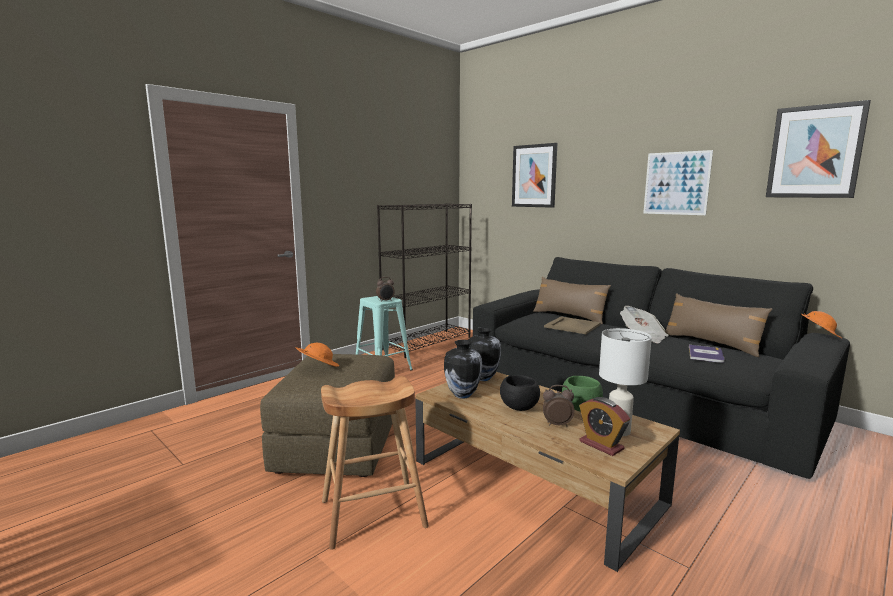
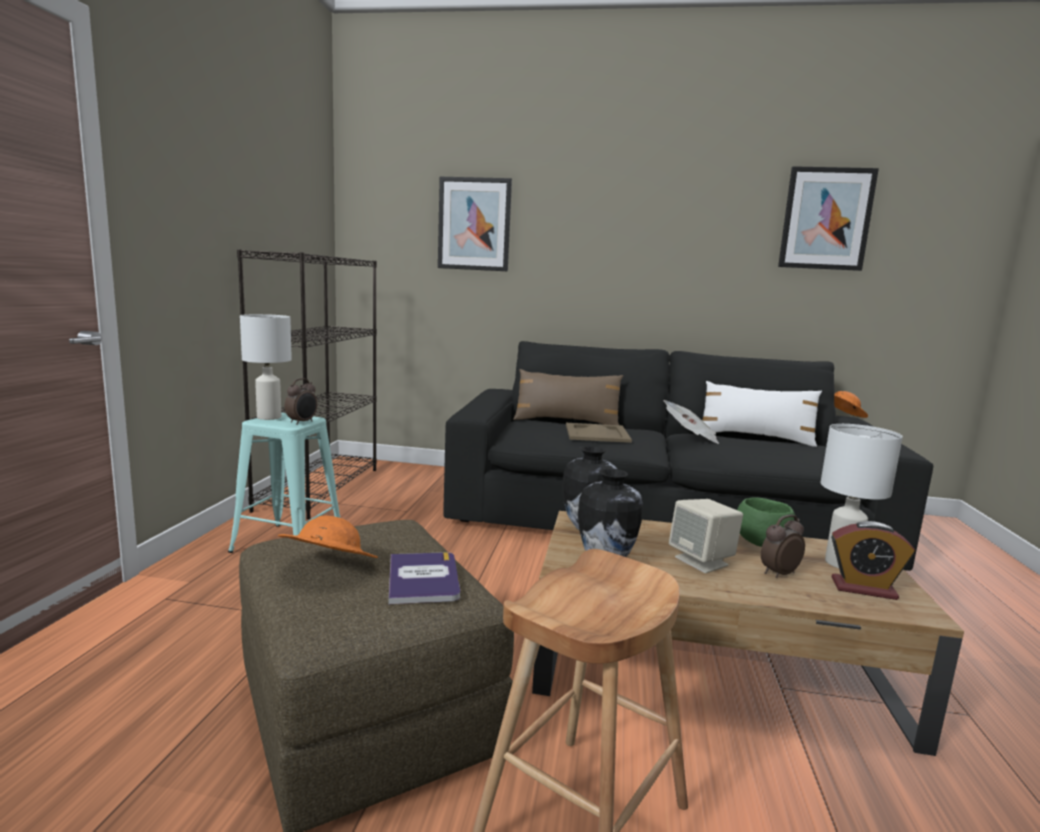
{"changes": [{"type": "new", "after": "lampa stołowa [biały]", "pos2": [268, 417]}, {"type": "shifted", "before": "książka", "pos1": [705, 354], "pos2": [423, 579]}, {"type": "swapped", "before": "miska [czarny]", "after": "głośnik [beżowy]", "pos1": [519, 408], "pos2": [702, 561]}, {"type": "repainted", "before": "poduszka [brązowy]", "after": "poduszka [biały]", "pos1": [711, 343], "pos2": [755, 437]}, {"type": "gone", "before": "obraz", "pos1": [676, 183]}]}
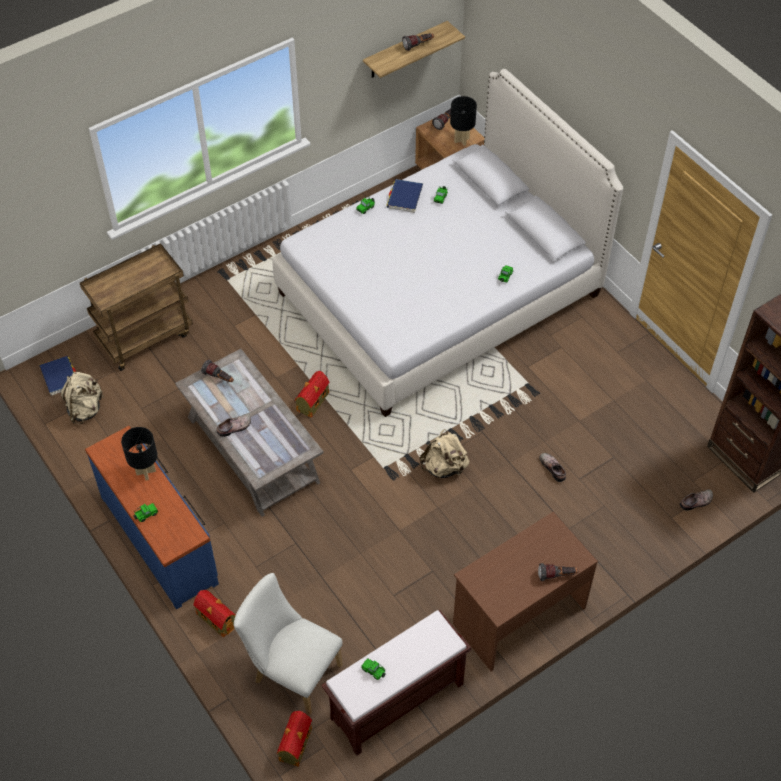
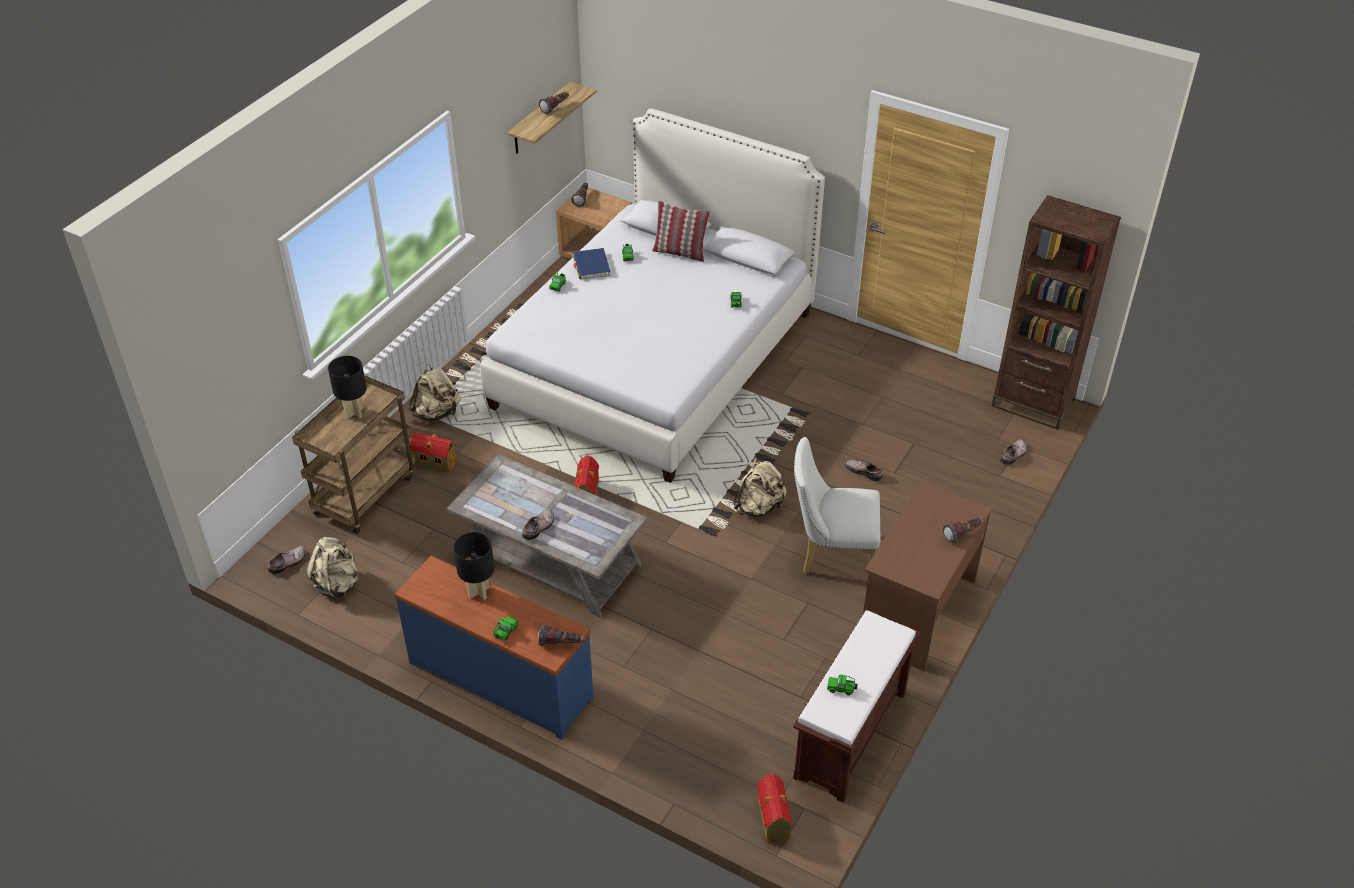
{"changes": [{"type": "swapped", "before": "książka [niebieski]", "after": "but", "pos1": [59, 377], "pos2": [288, 563]}, {"type": "shifted", "before": "lampa stołowa [czarny]", "pos1": [461, 140], "pos2": [354, 413]}, {"type": "new", "after": "plecak [beżowy]", "pos2": [437, 413]}, {"type": "shifted", "before": "domek", "pos1": [216, 618], "pos2": [434, 461]}, {"type": "shifted", "before": "latarka", "pos1": [219, 378], "pos2": [562, 643]}, {"type": "new", "after": "poduszka", "pos2": [680, 252]}, {"type": "shifted", "before": "krzesło [biały]", "pos1": [292, 671], "pos2": [831, 554]}]}
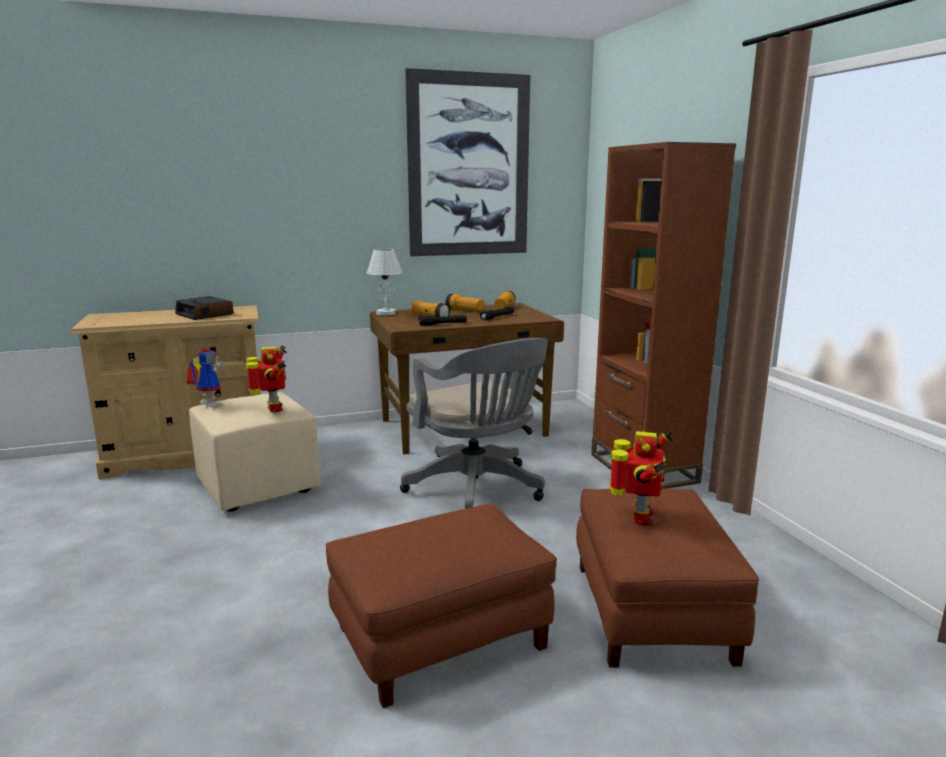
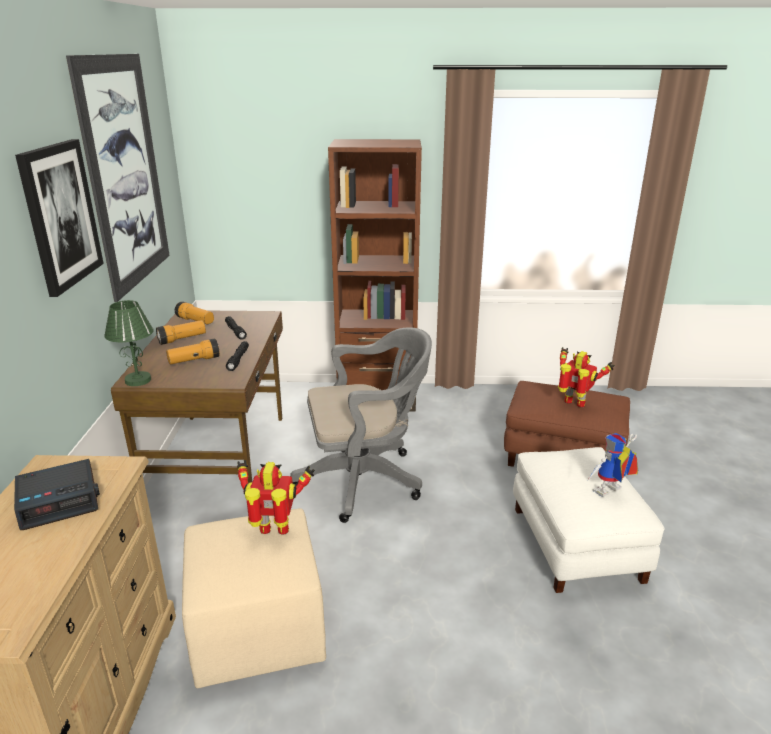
{"changes": [{"type": "new", "after": "obraz", "pos2": [60, 215]}, {"type": "repainted", "before": "lampa stołowa [biały]", "after": "lampa stołowa [zielony]", "pos1": [386, 313], "pos2": [138, 380]}, {"type": "repainted", "before": "pufa [brązowy]", "after": "pufa [biały]", "pos1": [440, 636], "pos2": [575, 543]}, {"type": "shifted", "before": "robot zabawkowy", "pos1": [206, 405], "pos2": [608, 493]}]}
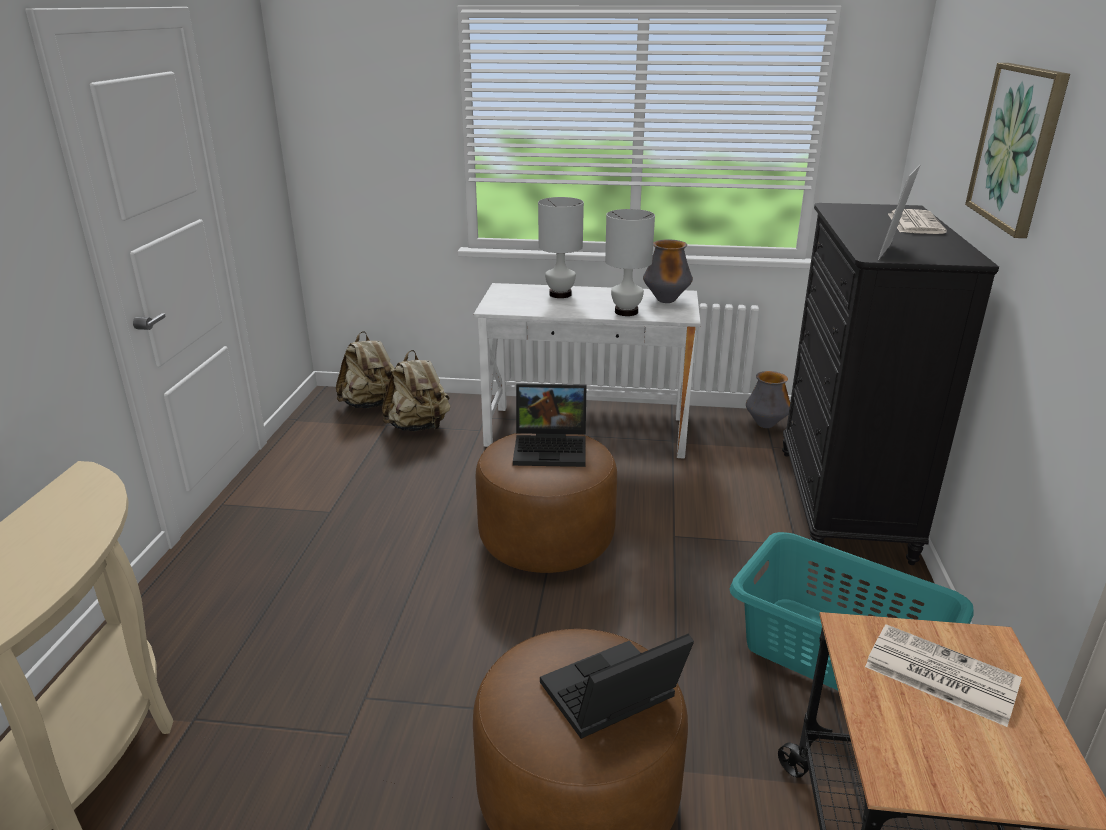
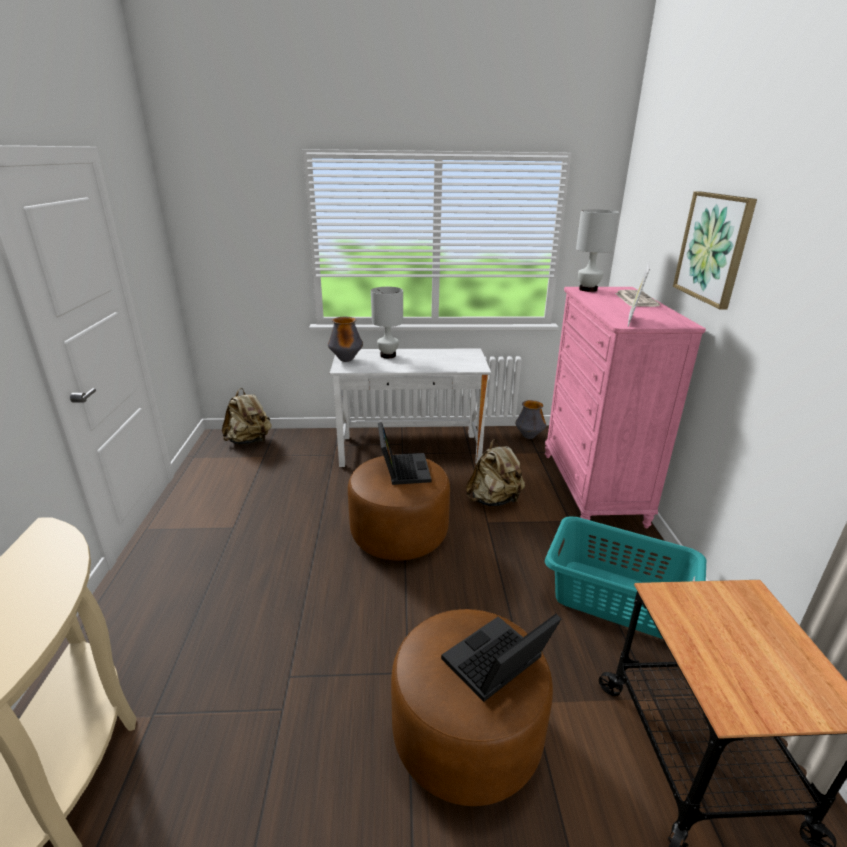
{"changes": [{"type": "shifted", "before": "wazon", "pos1": [666, 301], "pos2": [346, 360]}, {"type": "rotated", "before": "laptop", "pos1": [552, 448], "pos2": [402, 469], "turn": -90}, {"type": "shifted", "before": "plecak [beżowy]", "pos1": [419, 427], "pos2": [494, 500]}, {"type": "repainted", "before": "komoda [czarny]", "after": "komoda [różowy]", "pos1": [843, 504], "pos2": [592, 488]}, {"type": "shifted", "before": "lampa stołowa [biały]", "pos1": [627, 312], "pos2": [588, 289]}, {"type": "gone", "before": "gazeta", "pos1": [939, 674]}]}
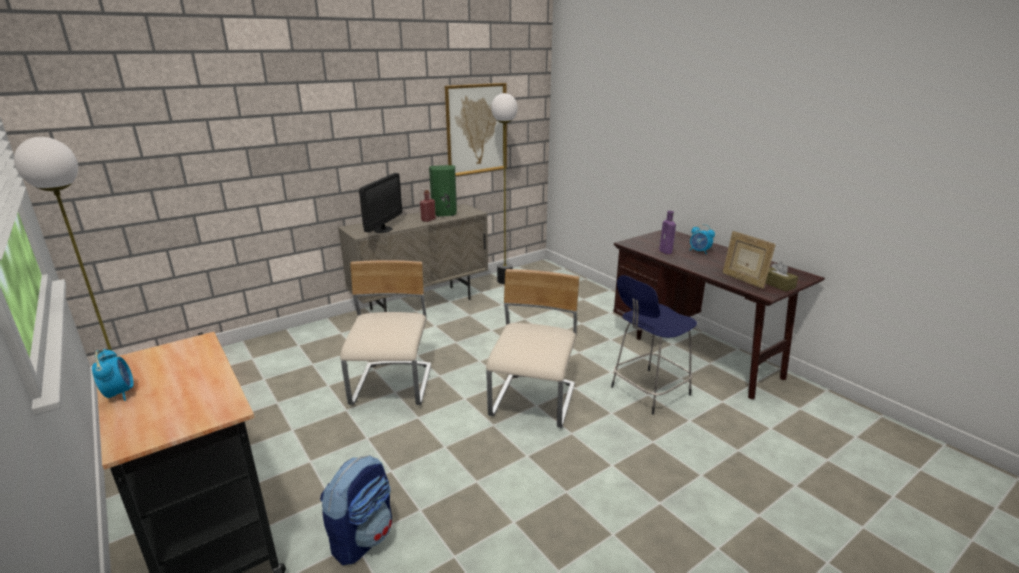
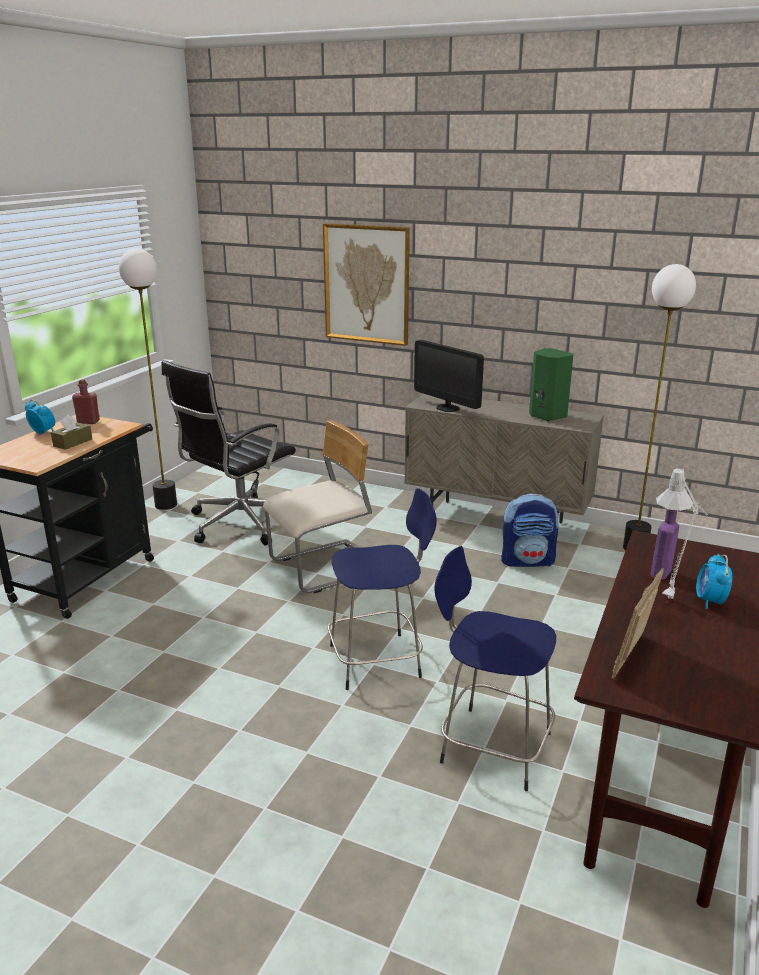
{"changes": [{"type": "rotated", "before": "budzik", "pos1": [119, 394], "pos2": [43, 432], "turn": -90}, {"type": "shifted", "before": "pudełko chusteczek [brązowy]", "pos1": [777, 284], "pos2": [73, 442]}, {"type": "shifted", "before": "butelka [czerwony]", "pos1": [428, 219], "pos2": [88, 422]}, {"type": "new", "after": "krzesło biurowe [czarny]", "pos2": [239, 524]}, {"type": "shifted", "before": "obraz", "pos1": [476, 129], "pos2": [367, 284]}, {"type": "swapped", "before": "krzesło [beżowy]", "after": "stołek [niebieski]", "pos1": [534, 402], "pos2": [378, 660]}, {"type": "rotated", "before": "monitor", "pos1": [383, 230], "pos2": [447, 408], "turn": 60}, {"type": "shifted", "before": "plecak", "pos1": [363, 537], "pos2": [527, 561]}, {"type": "new", "after": "lampa stołowa [szary]", "pos2": [673, 596]}]}
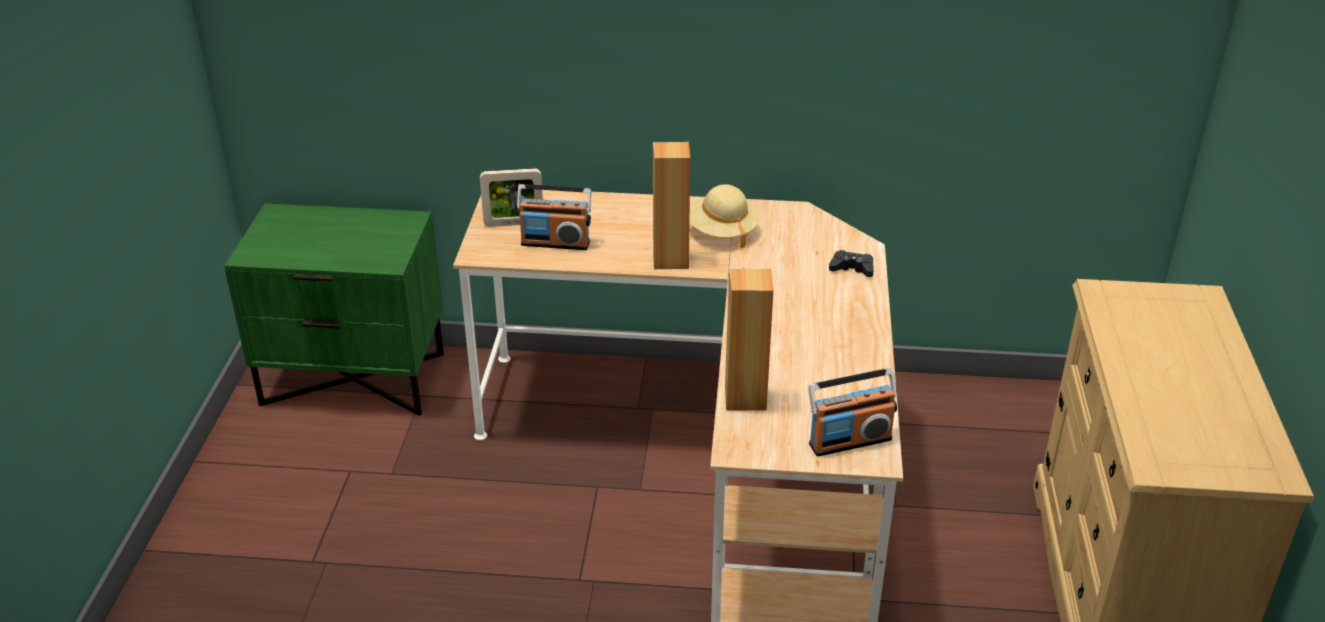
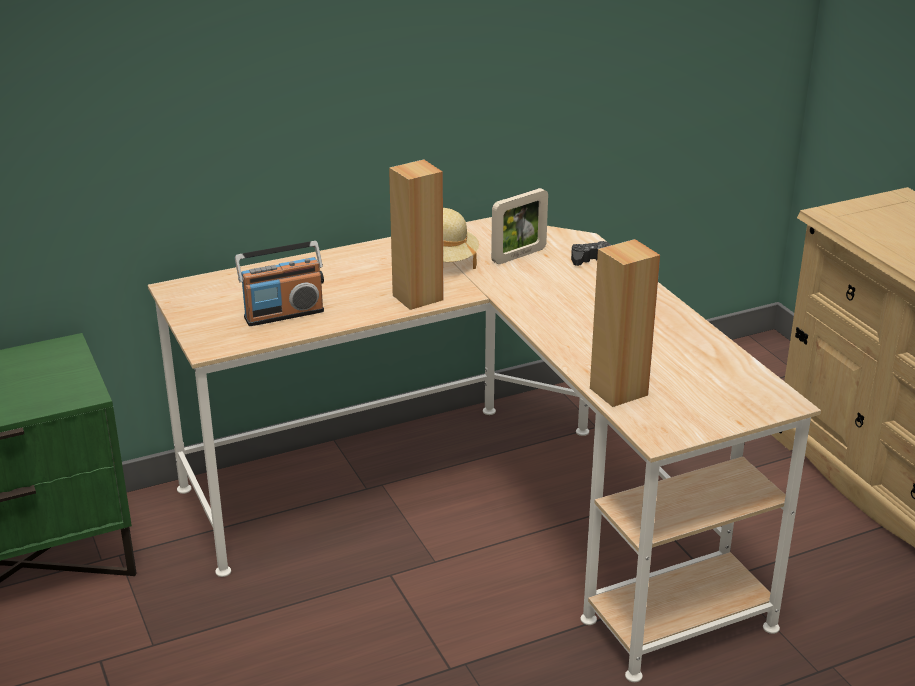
{"changes": [{"type": "shifted", "before": "ramka na zdjęcie", "pos1": [514, 223], "pos2": [519, 255]}, {"type": "gone", "before": "radio", "pos1": [849, 441]}]}
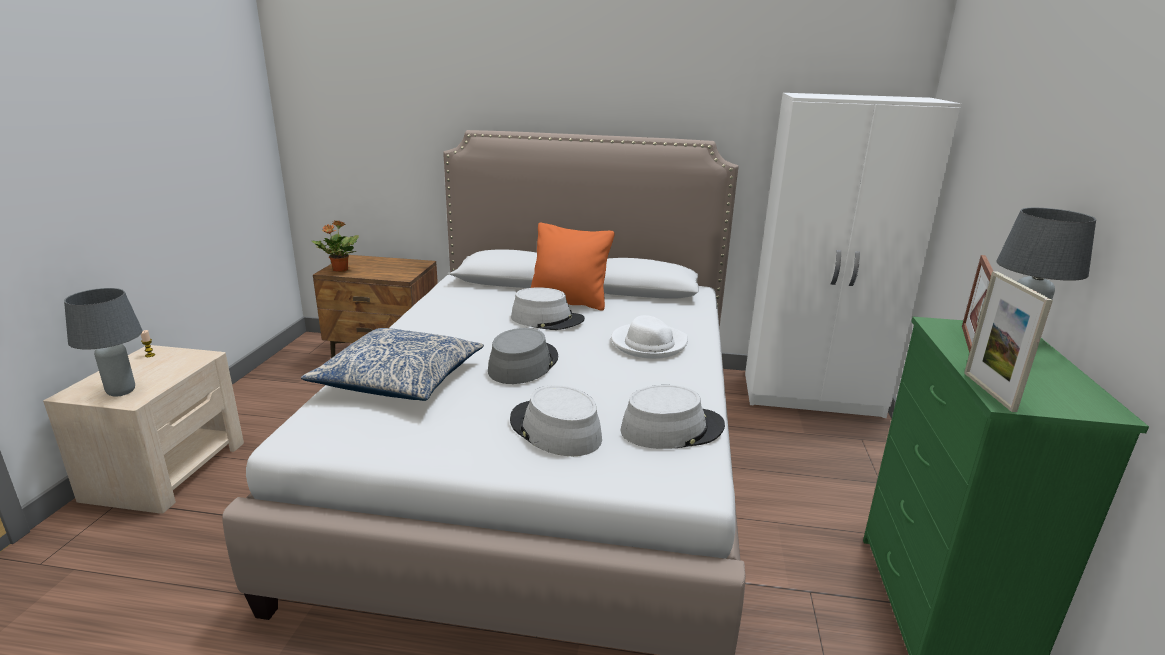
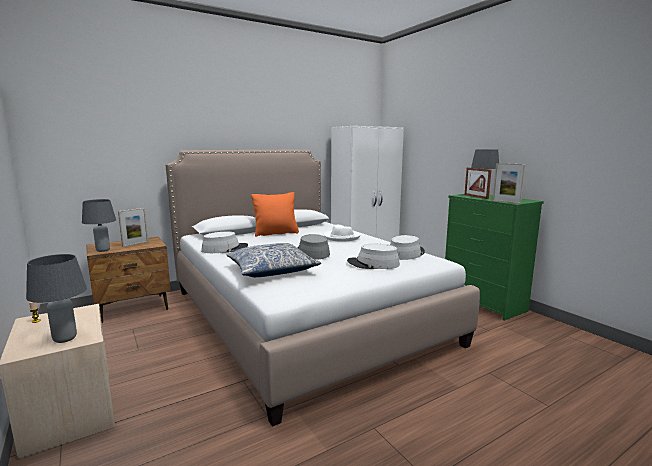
{"changes": [{"type": "swapped", "before": "roślina doniczkowa", "after": "lampa stołowa [szary]", "pos1": [340, 270], "pos2": [102, 250]}, {"type": "new", "after": "ramka na zdjęcie", "pos2": [135, 244]}, {"type": "shifted", "before": "kapelusz [szary]", "pos1": [547, 319], "pos2": [225, 249]}]}
